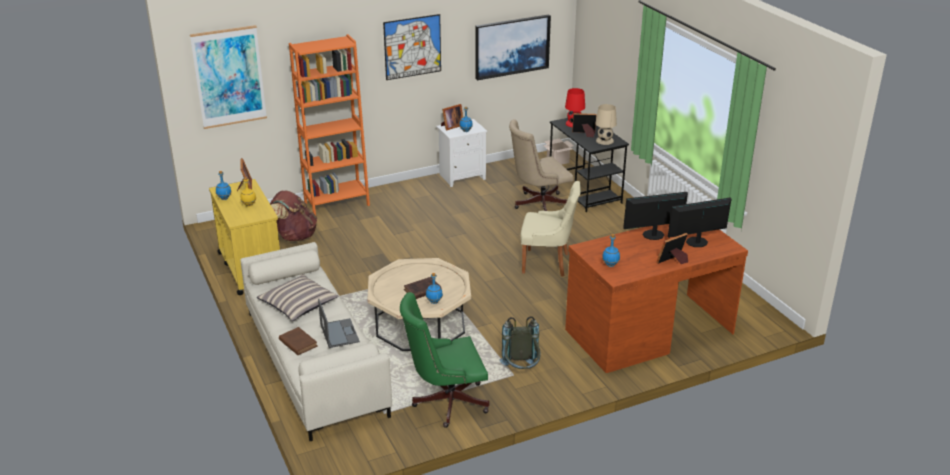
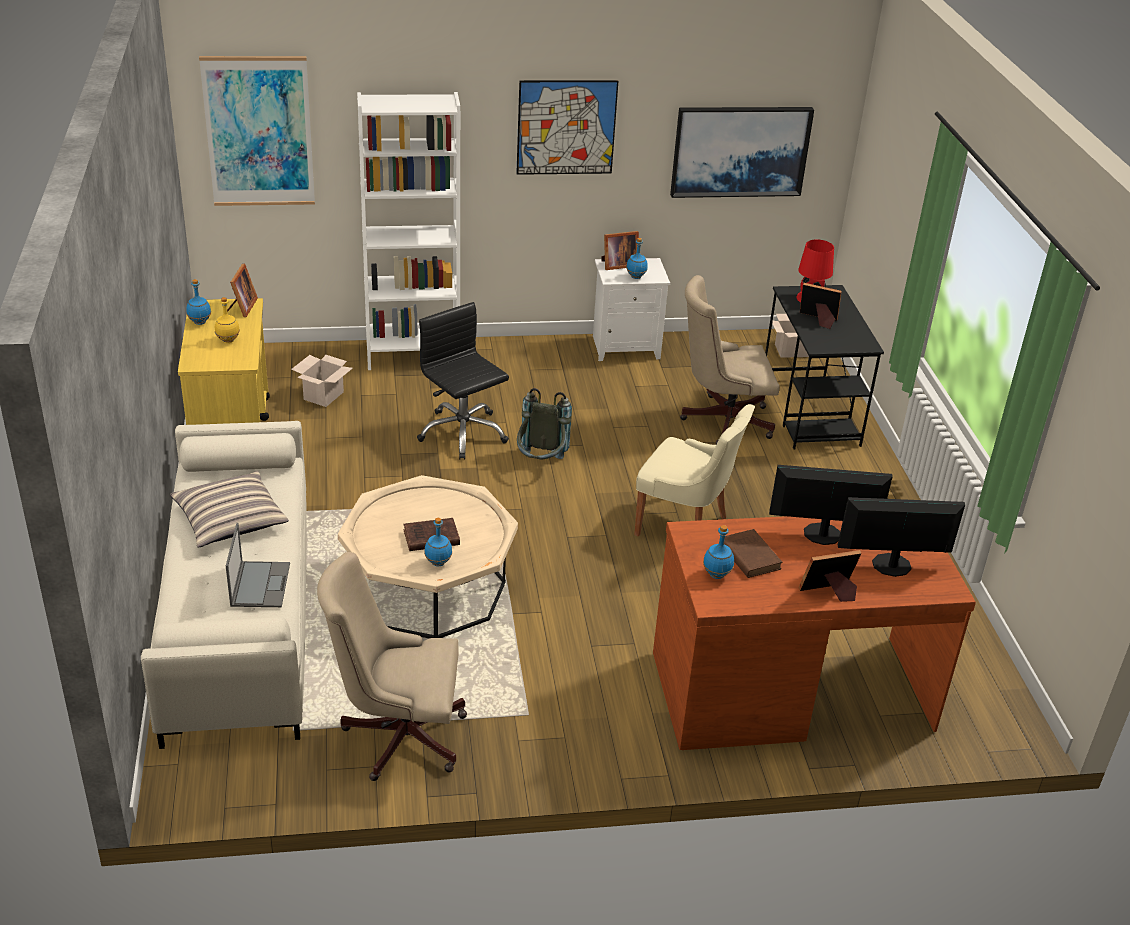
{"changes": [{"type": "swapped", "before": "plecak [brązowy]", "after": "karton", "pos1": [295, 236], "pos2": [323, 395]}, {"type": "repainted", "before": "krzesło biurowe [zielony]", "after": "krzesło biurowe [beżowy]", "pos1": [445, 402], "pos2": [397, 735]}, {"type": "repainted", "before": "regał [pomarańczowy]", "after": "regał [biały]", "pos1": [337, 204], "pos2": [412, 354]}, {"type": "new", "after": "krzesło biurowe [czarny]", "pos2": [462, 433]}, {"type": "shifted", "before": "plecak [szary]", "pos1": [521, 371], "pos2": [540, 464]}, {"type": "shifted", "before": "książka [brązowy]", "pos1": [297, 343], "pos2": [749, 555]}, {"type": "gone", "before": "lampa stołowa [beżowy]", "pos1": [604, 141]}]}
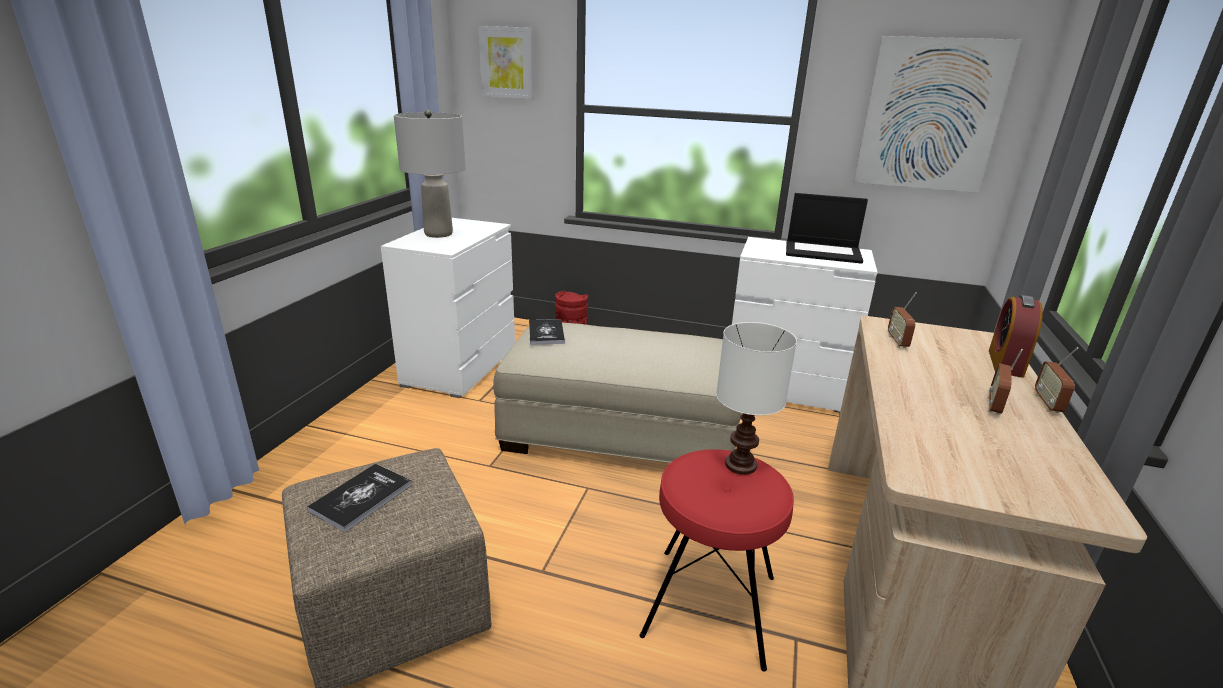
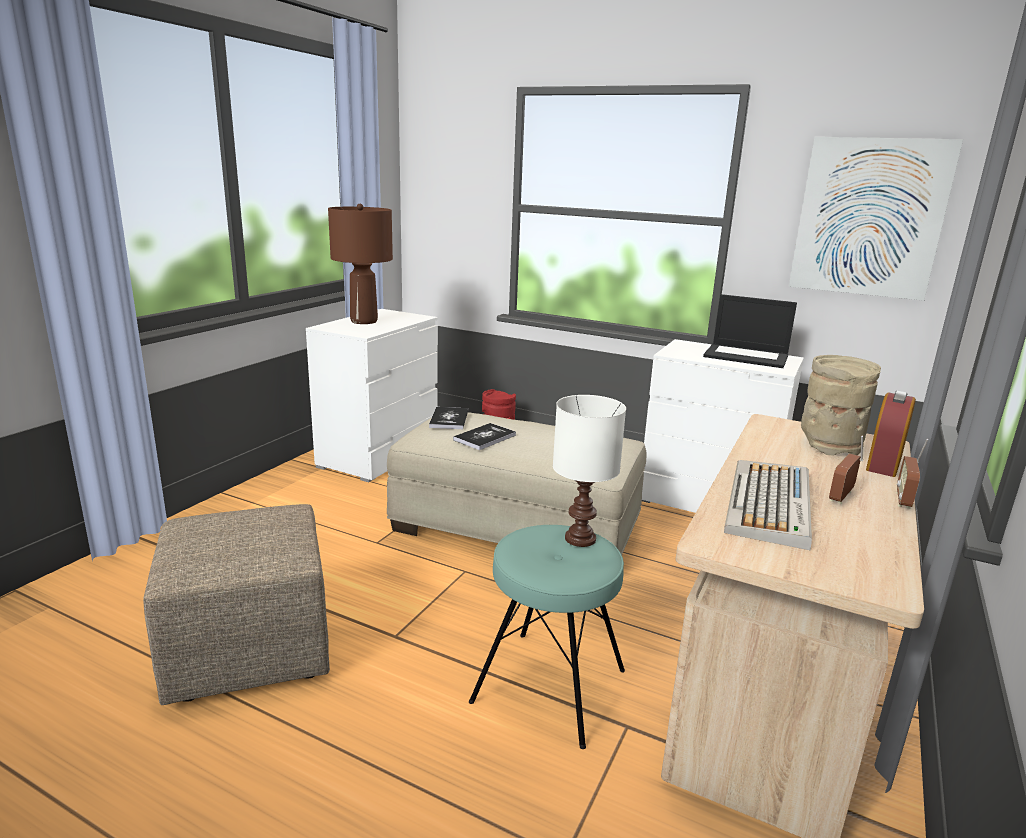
{"changes": [{"type": "repainted", "before": "lampa stołowa [szary]", "after": "lampa stołowa [brązowy]", "pos1": [438, 234], "pos2": [364, 321]}, {"type": "shifted", "before": "książka", "pos1": [361, 498], "pos2": [485, 437]}, {"type": "repainted", "before": "stołek [czerwony]", "after": "stołek [turkusowy]", "pos1": [710, 605], "pos2": [550, 686]}, {"type": "new", "after": "klawiatura", "pos2": [770, 504]}, {"type": "new", "after": "wazon [beżowy]", "pos2": [829, 445]}, {"type": "gone", "before": "obraz", "pos1": [507, 63]}, {"type": "gone", "before": "radio", "pos1": [897, 341]}]}
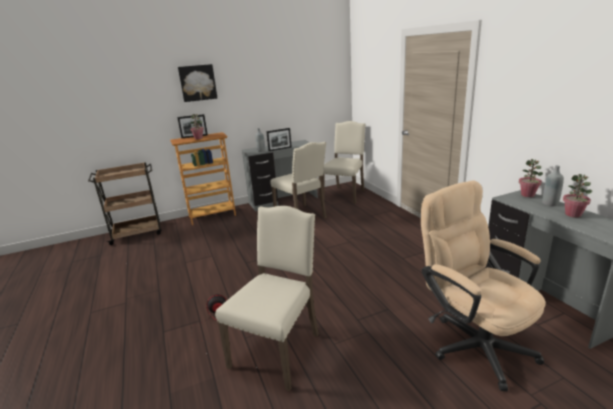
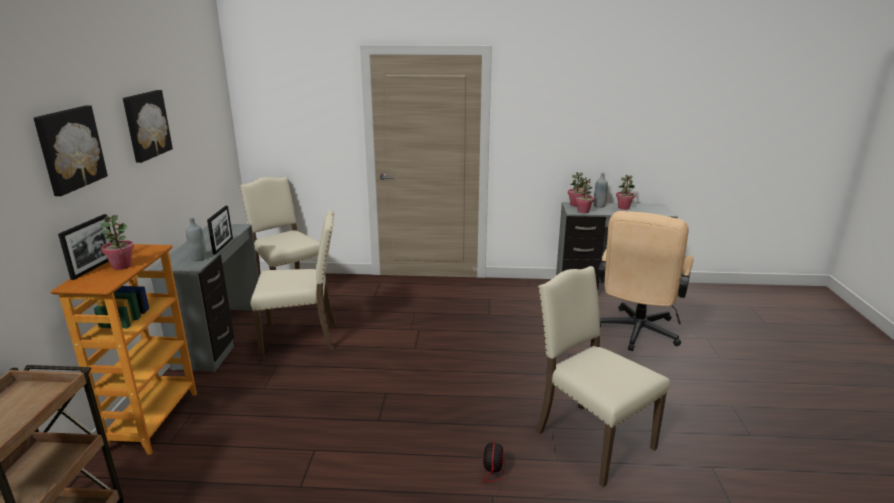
{"changes": [{"type": "new", "after": "obraz", "pos2": [146, 125]}, {"type": "new", "after": "roślina doniczkowa", "pos2": [583, 211]}, {"type": "rotated", "before": "krzesło biurowe [beżowy]", "pos1": [473, 342], "pos2": [636, 334], "turn": -60}]}
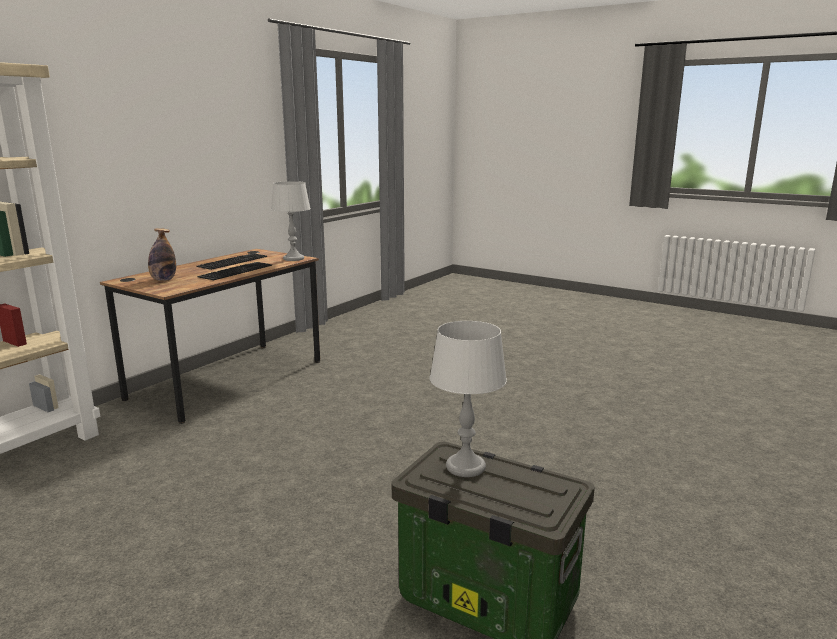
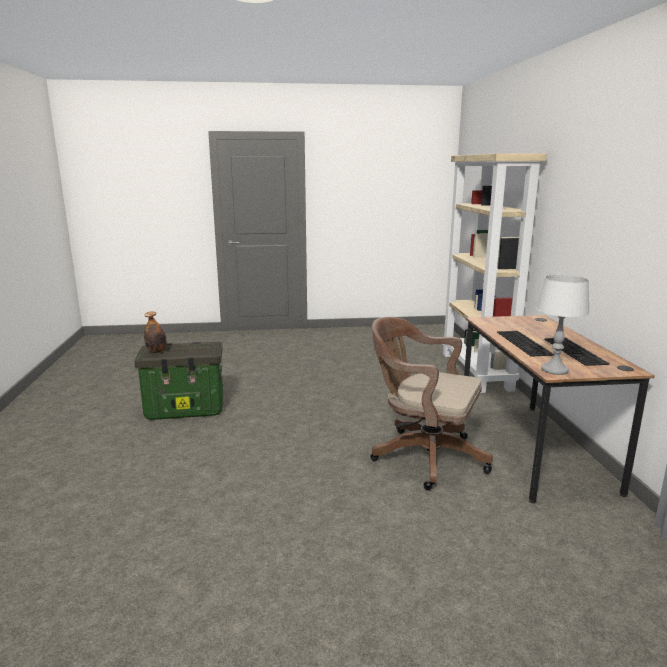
{"changes": [{"type": "shifted", "before": "butelka", "pos1": [163, 280], "pos2": [157, 351]}, {"type": "new", "after": "krzesło biurowe [brązowy]", "pos2": [423, 456]}, {"type": "gone", "before": "lampa stołowa [szary]", "pos1": [465, 467]}]}
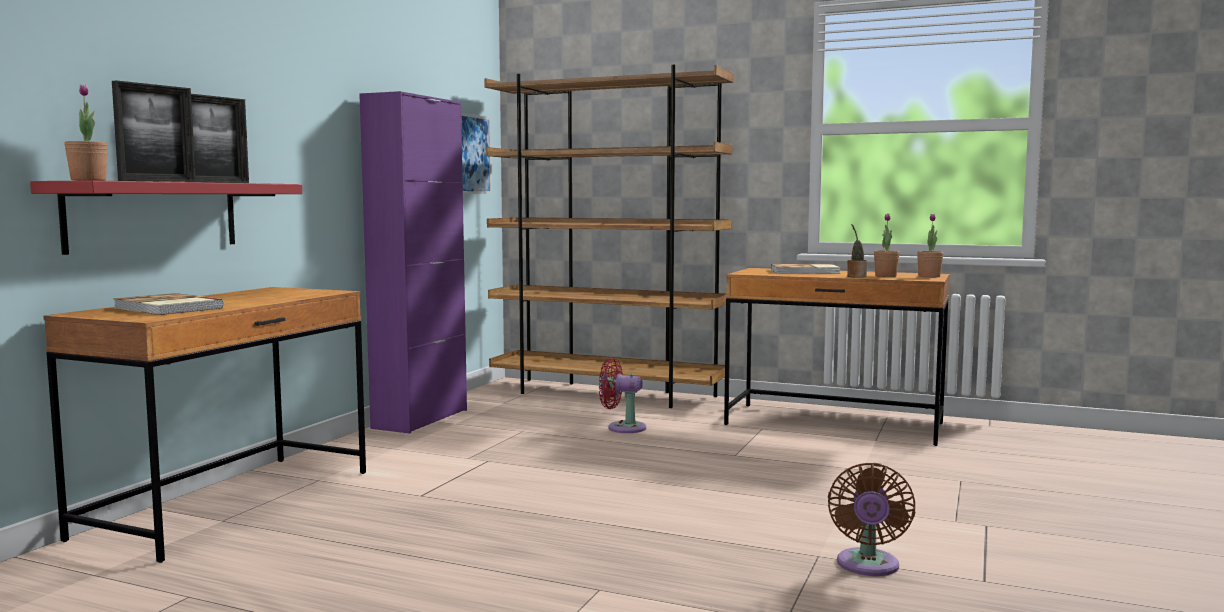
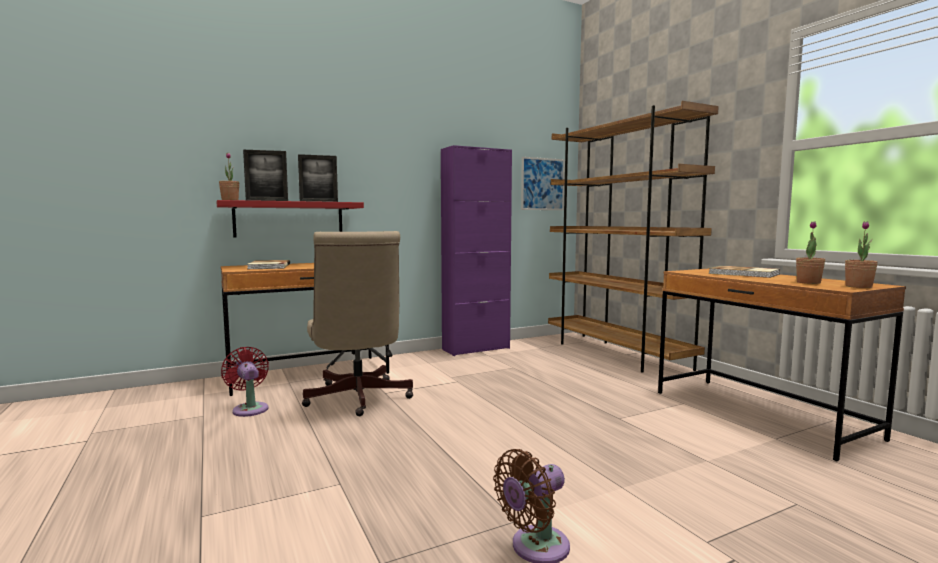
{"changes": [{"type": "shifted", "before": "wentylator [czerwony]", "pos1": [622, 428], "pos2": [249, 408]}, {"type": "new", "after": "krzesło biurowe [beżowy]", "pos2": [357, 399]}, {"type": "gone", "before": "roślina doniczkowa", "pos1": [856, 276]}]}
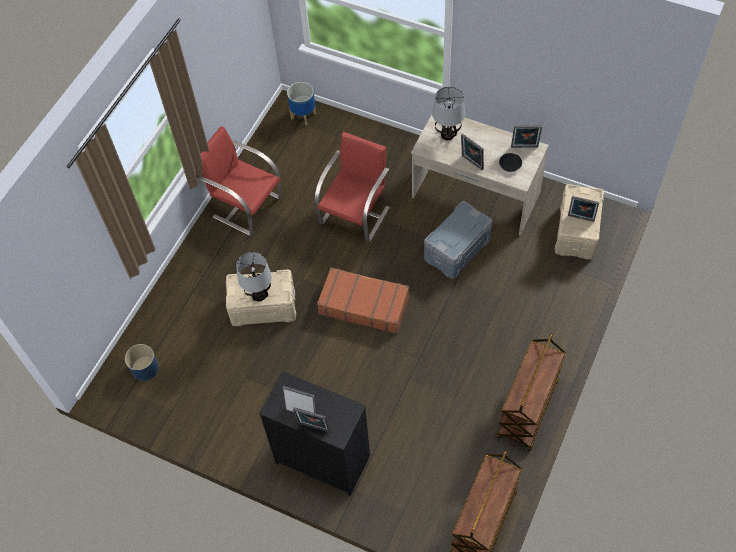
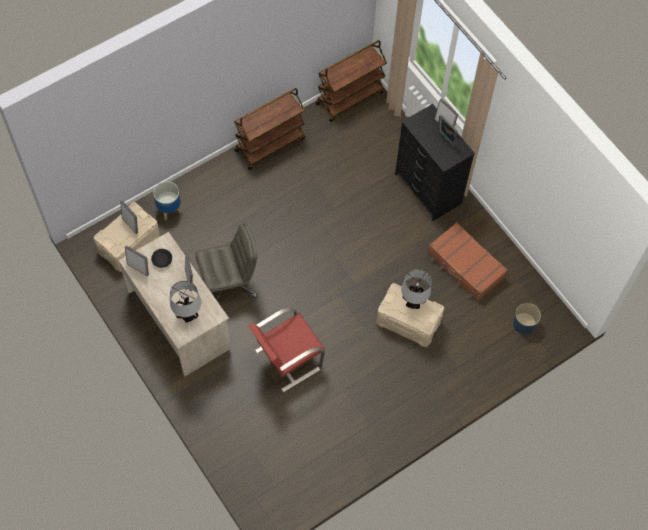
{"changes": [{"type": "shifted", "before": "donica", "pos1": [304, 116], "pos2": [169, 209]}, {"type": "swapped", "before": "pojemnik do przechowywania [szary]", "after": "krzesło biurowe [szary]", "pos1": [456, 249], "pos2": [229, 283]}, {"type": "shifted", "before": "walizka [brązowy]", "pos1": [363, 305], "pos2": [465, 266]}, {"type": "gone", "before": "krzesło [czerwony]", "pos1": [246, 206]}]}
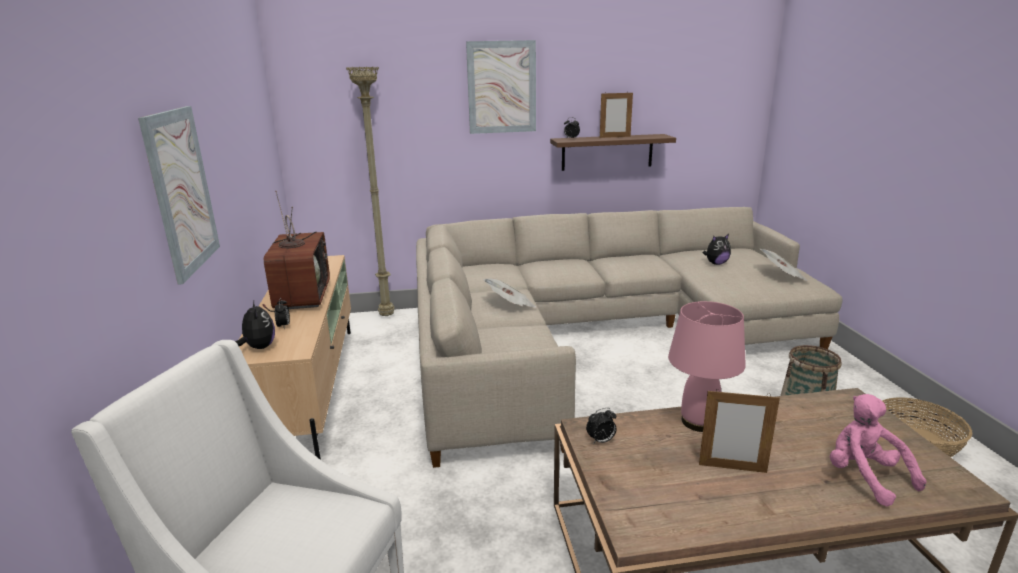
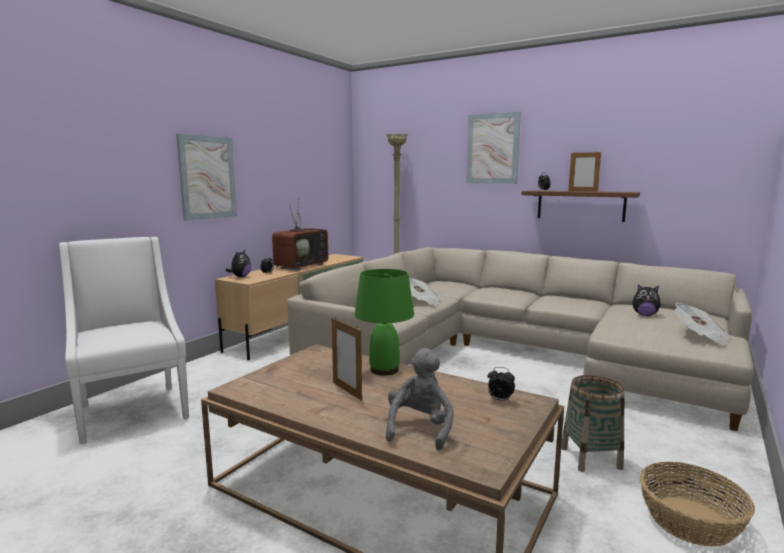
{"changes": [{"type": "repainted", "before": "lampa stołowa [różowy]", "after": "lampa stołowa [zielony]", "pos1": [699, 422], "pos2": [385, 370]}, {"type": "repainted", "before": "pluszak [różowy]", "after": "pluszak [szary]", "pos1": [864, 476], "pos2": [419, 428]}, {"type": "shifted", "before": "budzik", "pos1": [601, 441], "pos2": [499, 400]}]}
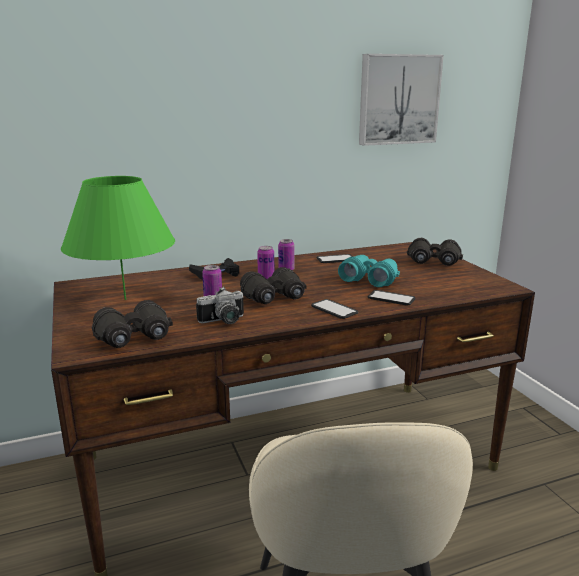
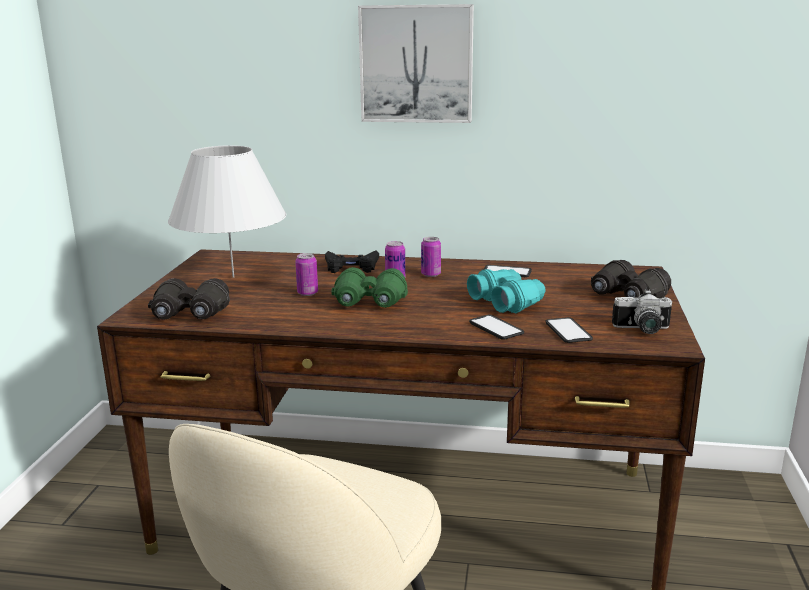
{"changes": [{"type": "repainted", "before": "lampa stołowa [zielony]", "after": "lampa stołowa [biały]", "pos1": [125, 299], "pos2": [233, 277]}, {"type": "repainted", "before": "lornetka [czarny]", "after": "lornetka [zielony]", "pos1": [274, 298], "pos2": [370, 302]}, {"type": "shifted", "before": "obraz", "pos1": [398, 99], "pos2": [417, 64]}, {"type": "shifted", "before": "telefon", "pos1": [334, 309], "pos2": [568, 331]}, {"type": "shifted", "before": "aparat fotograficzny", "pos1": [224, 321], "pos2": [642, 330]}]}
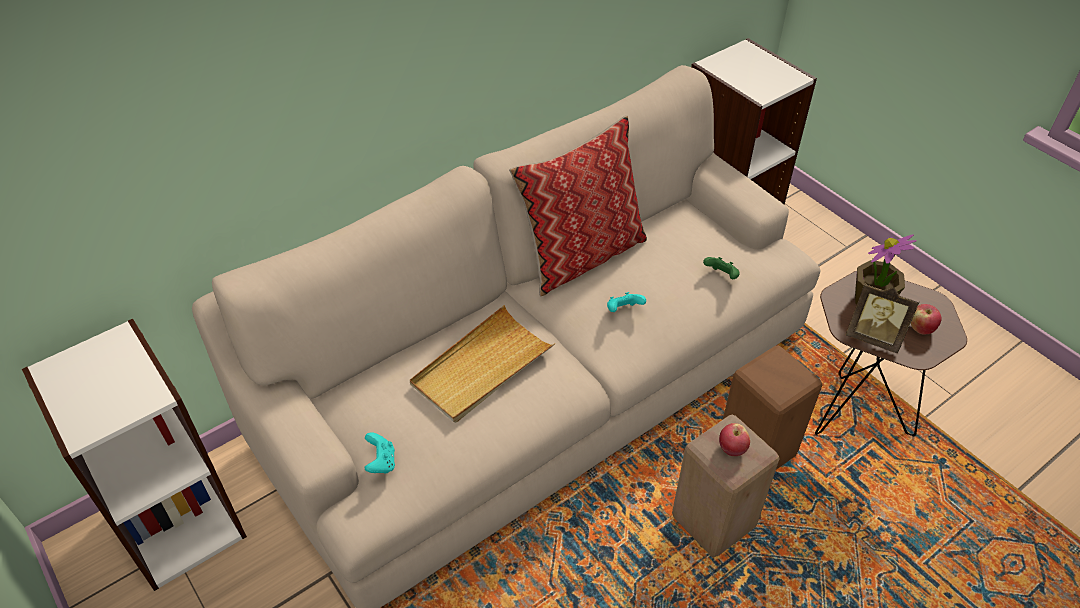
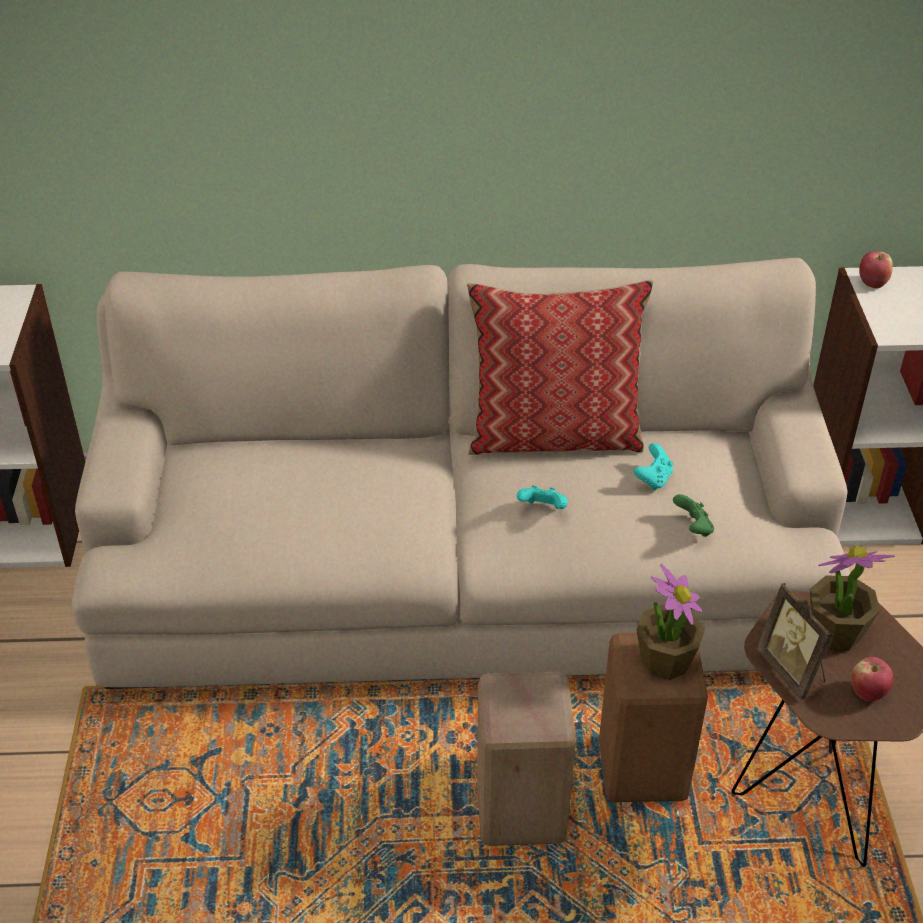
{"changes": [{"type": "shifted", "before": "pad do gier [turkusowy]", "pos1": [381, 462], "pos2": [653, 479]}, {"type": "new", "after": "roślina doniczkowa", "pos2": [665, 660]}, {"type": "shifted", "before": "jabłko", "pos1": [732, 449], "pos2": [872, 283]}, {"type": "gone", "before": "taca [beżowy]", "pos1": [481, 367]}]}
